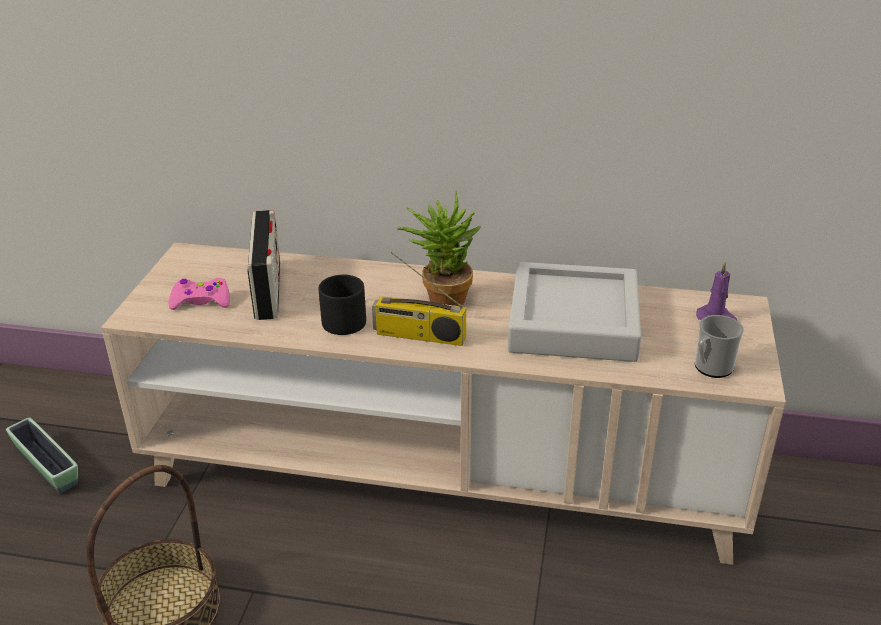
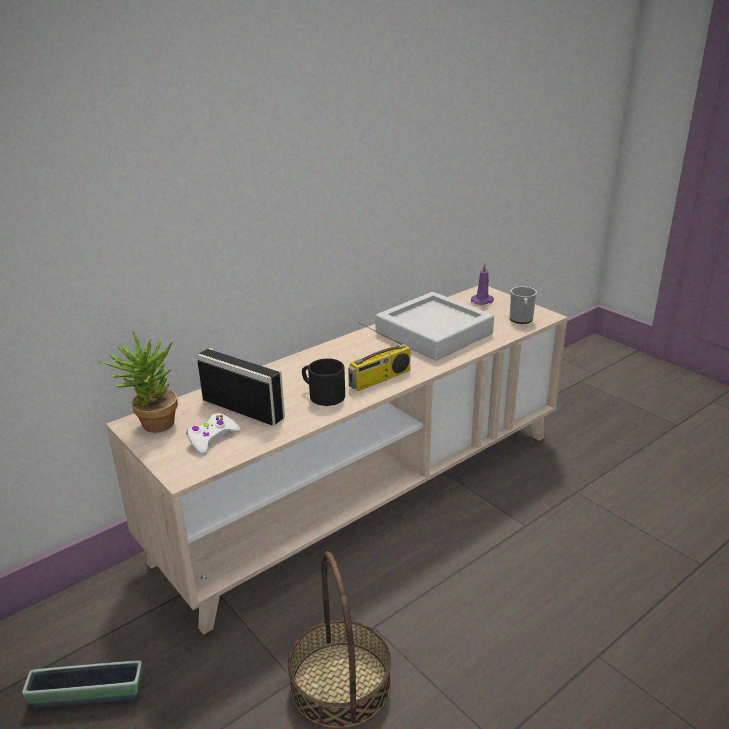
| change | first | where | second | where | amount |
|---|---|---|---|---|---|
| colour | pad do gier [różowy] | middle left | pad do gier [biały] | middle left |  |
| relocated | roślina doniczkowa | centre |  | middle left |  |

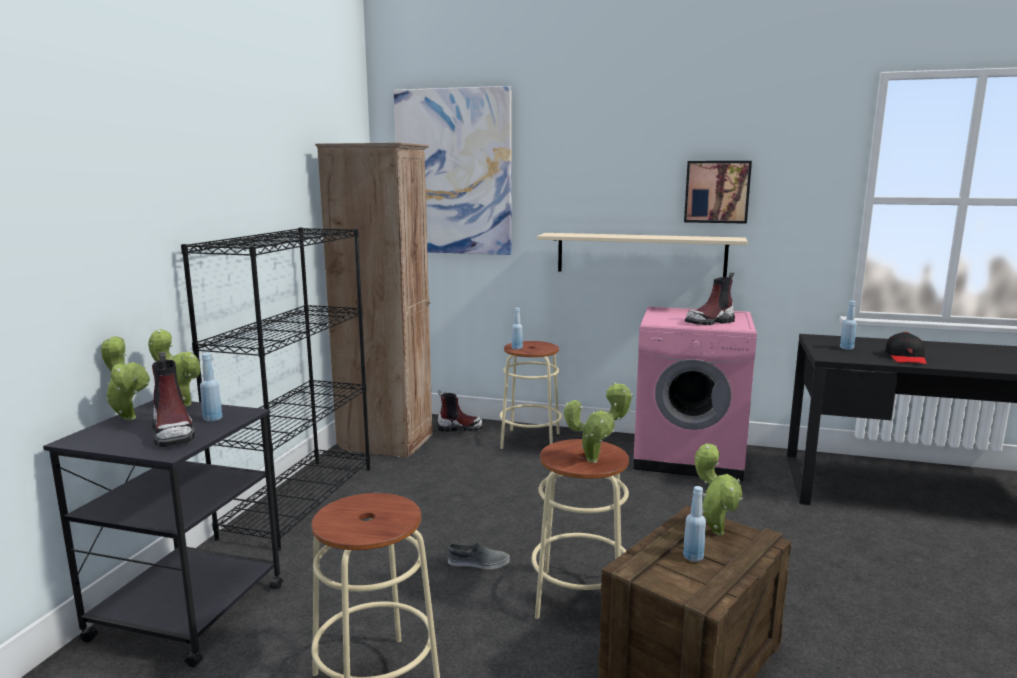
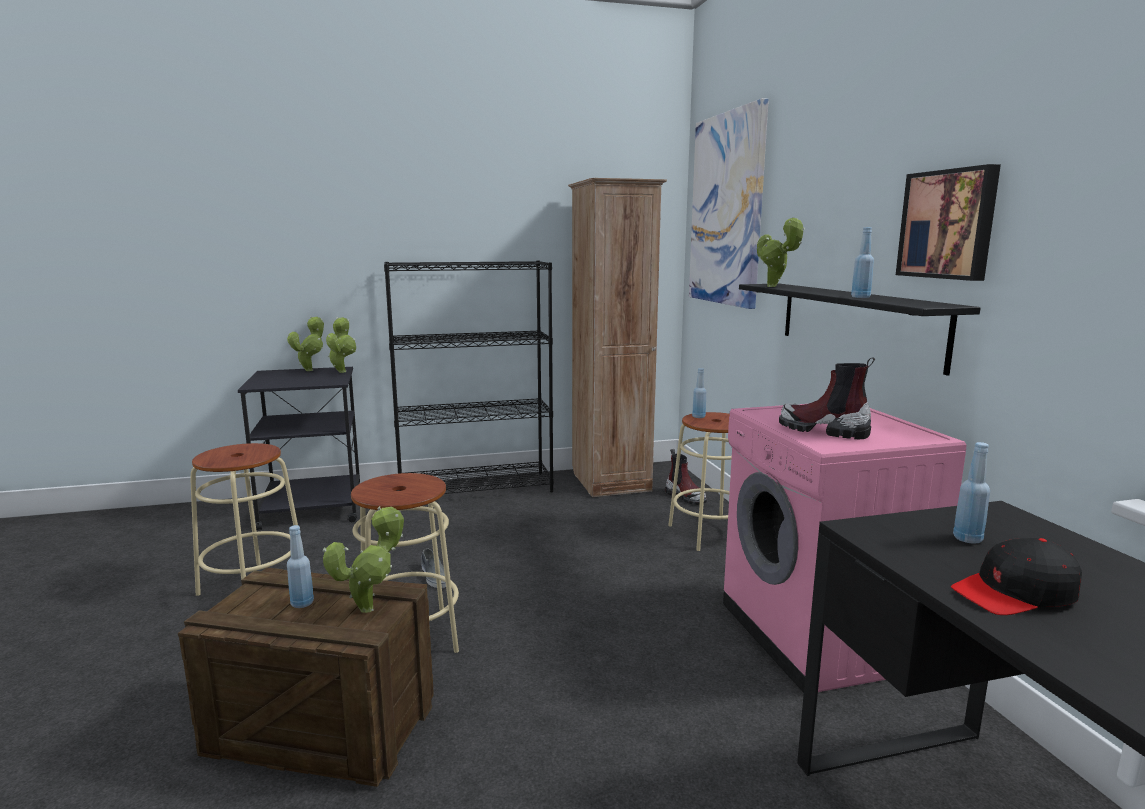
| change | first | where | second | where | amount |
|---|---|---|---|---|---|
| missing | but z cholewką (no. 1 from left) | middle left |  |  |  |
| relocated | butelka [niebieski] (no. 1 from left in the first image) | middle left | butelka [niebieski] (no. 3 from left) | top right |  |
| colour | półka [beżowy] | centre | półka [czarny] | middle right |  |
| relocated | roślina doniczkowa (no. 3 from left in the first image) | centre | roślina doniczkowa (no. 4 from left) | top right |  |

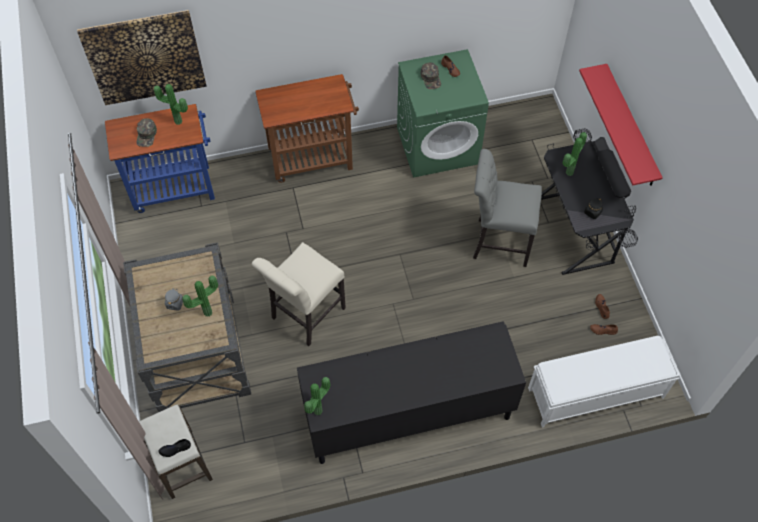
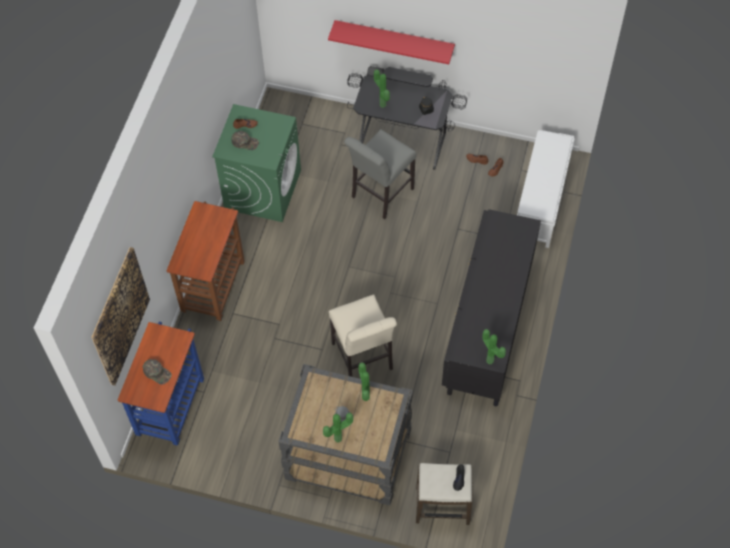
| change | first | where | second | where | amount |
|---|---|---|---|---|---|
| relocated | roślina doniczkowa (no. 1 from left) | top left |  | bottom centre |  |

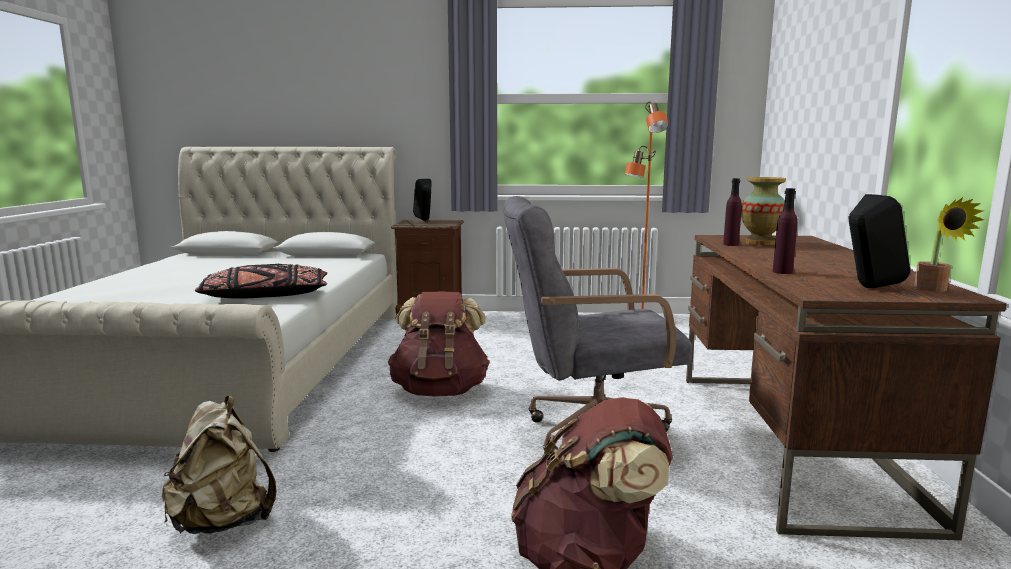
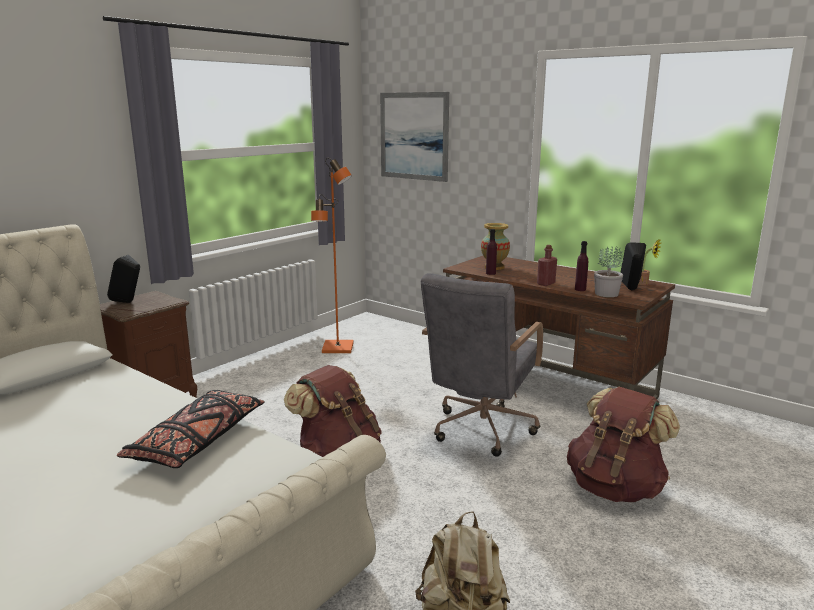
| change | first | where | second | where | amount |
|---|---|---|---|---|---|
| appeared |  |  | obraz | top centre |  |
| appeared |  |  | butelka [czerwony] | middle right |  |
| appeared |  |  | roślina doniczkowa (no. 1 from left) | middle right |  |

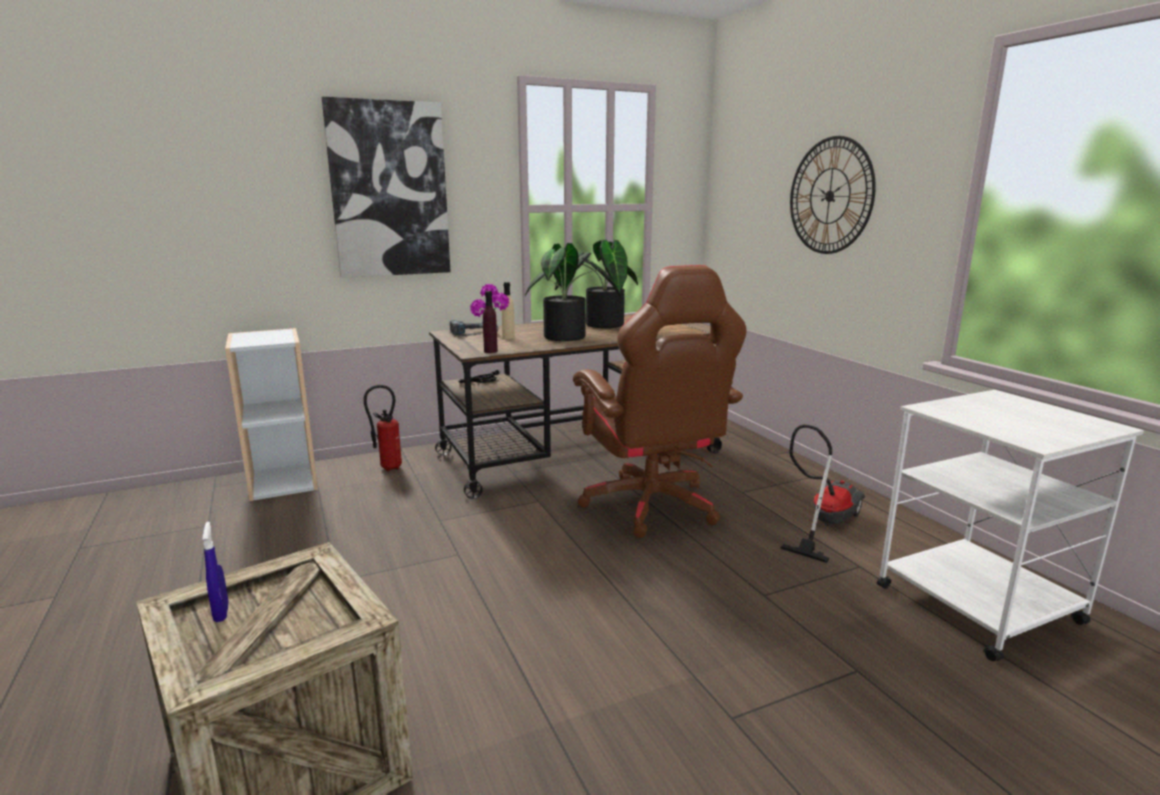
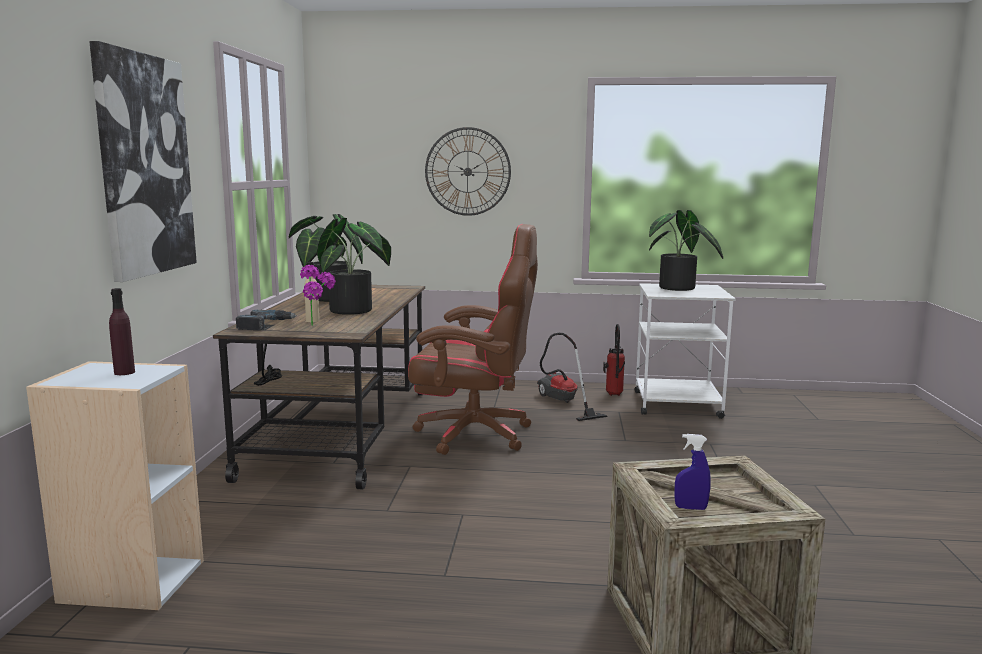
| change | first | where | second | where | amount |
|---|---|---|---|---|---|
| relocated | gaśnica | middle left |  | centre |  |
| relocated | butelka [fioletowy] | centre |  | middle left |  |
| appeared |  |  | roślina doniczkowa (no. 4 from left) | middle right |  |

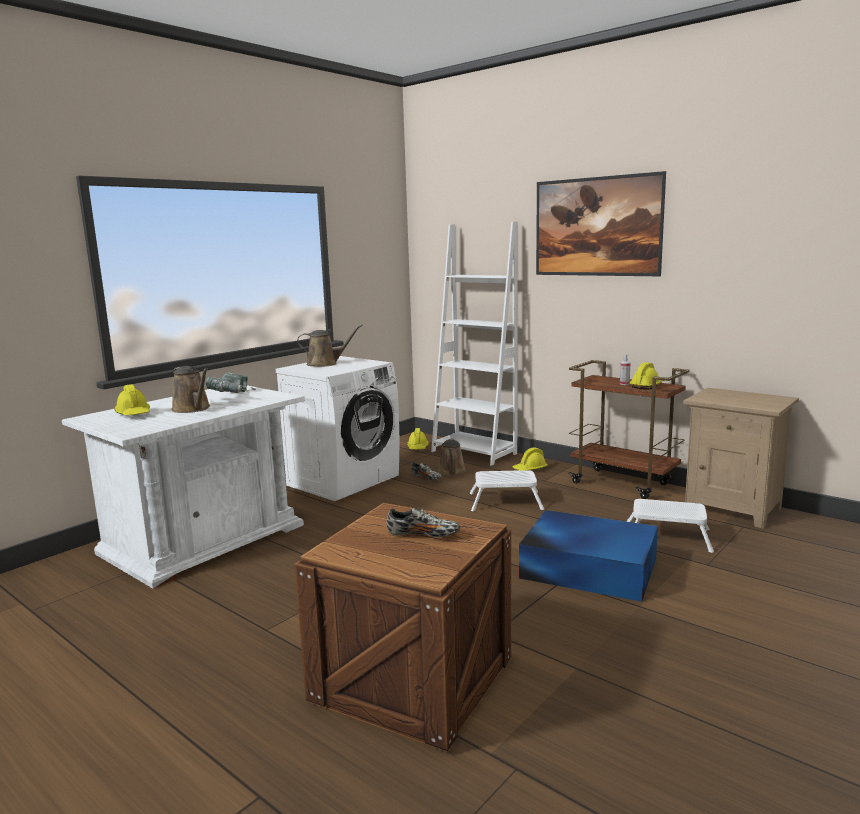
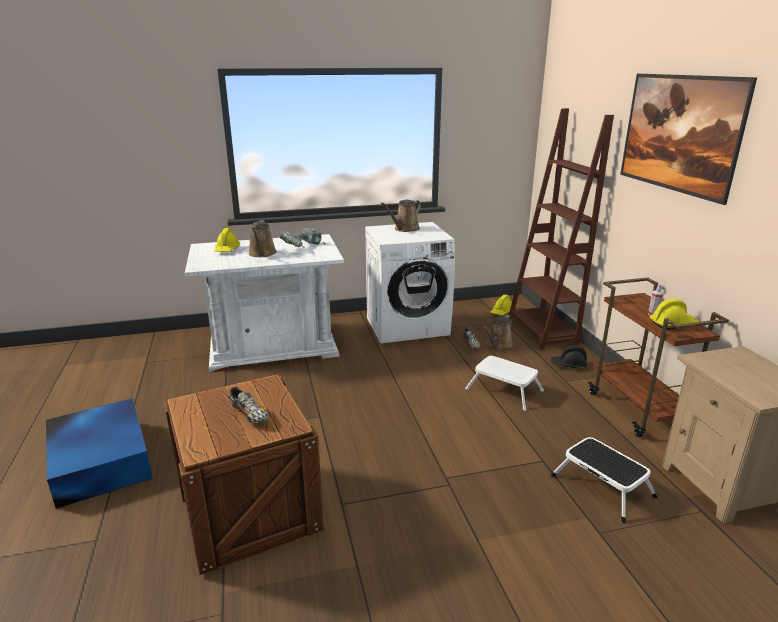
| change | first | where | second | where | amount |
|---|---|---|---|---|---|
| spun | konewka [brązowy] (no. 2 from left) | centre |  | centre | 105 degrees clockwise |
| colour | regał [biały] | centre | regał [brązowy] | middle right |  |
| colour | kask [żółty] (no. 3 from left) | centre | kask [czarny] | middle right |  |
| relocated | pojemnik do przechowywania [niebieski] | bottom right |  | bottom left |  |
| colour | drabinka [biały] (no. 2 from left) | middle right | drabinka [czarny] | bottom right |  |

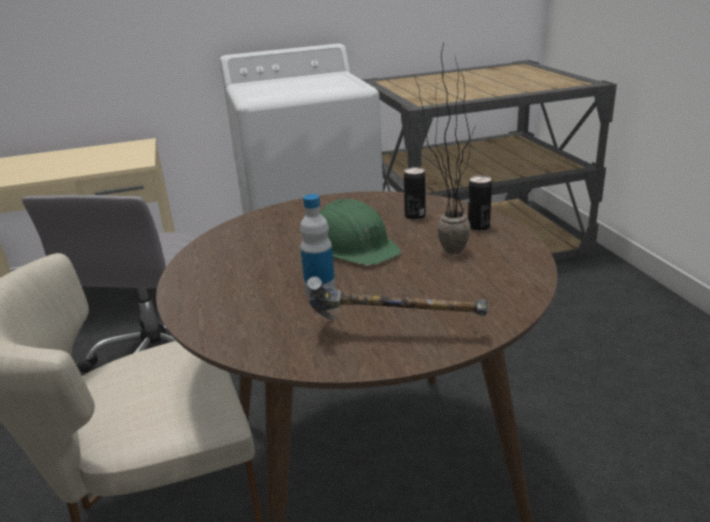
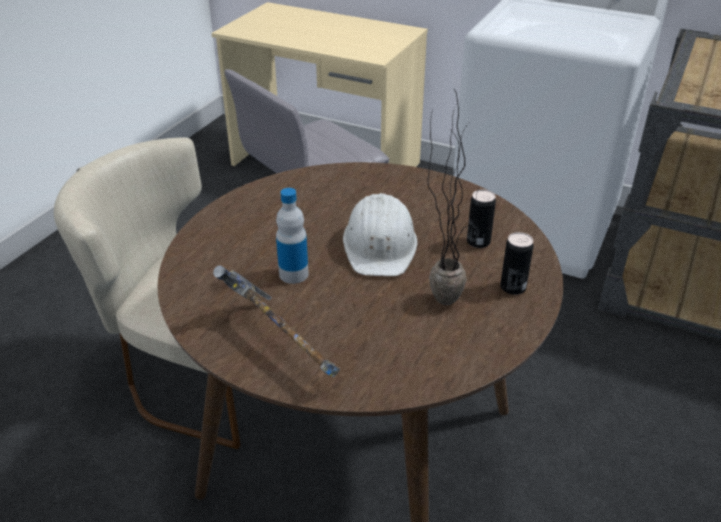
| change | first | where | second | where | amount |
|---|---|---|---|---|---|
| colour | kask [zielony] | centre | kask [biały] | centre |  |

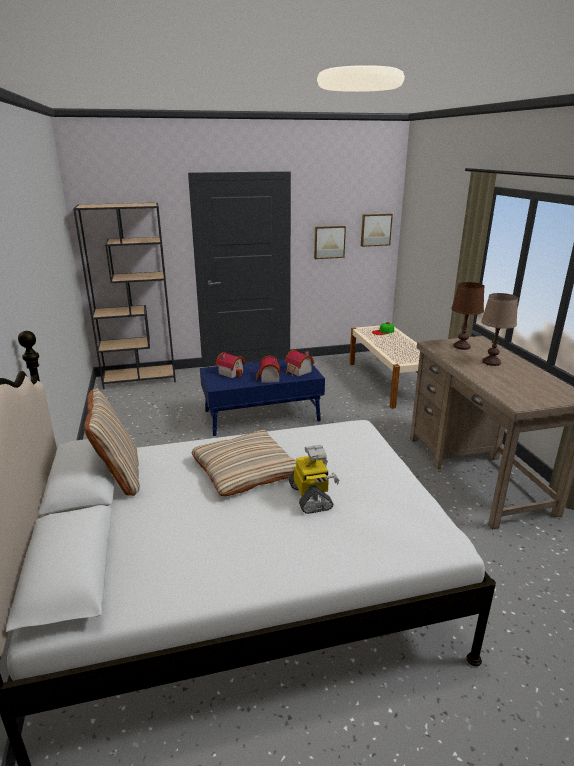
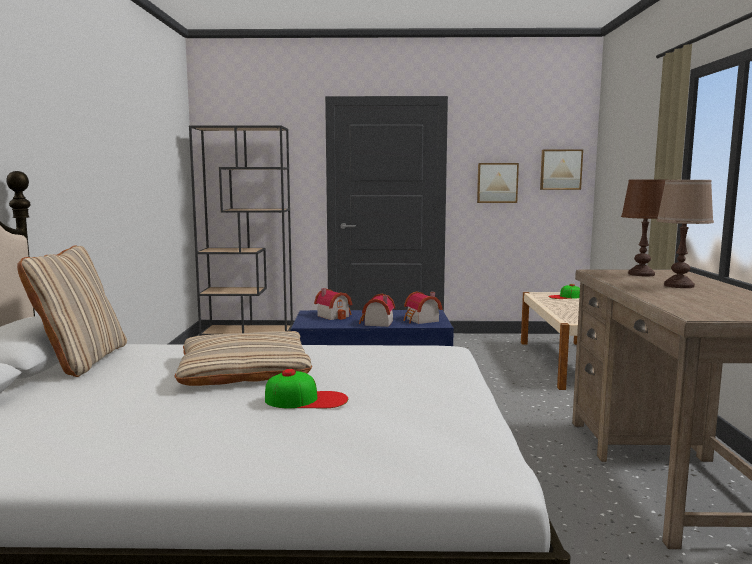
| change | first | where | second | where | amount |
|---|---|---|---|---|---|
| exchanged | robot zabawkowy | centre | czapka z daszkiem (no. 1 from left) | bottom centre |  |

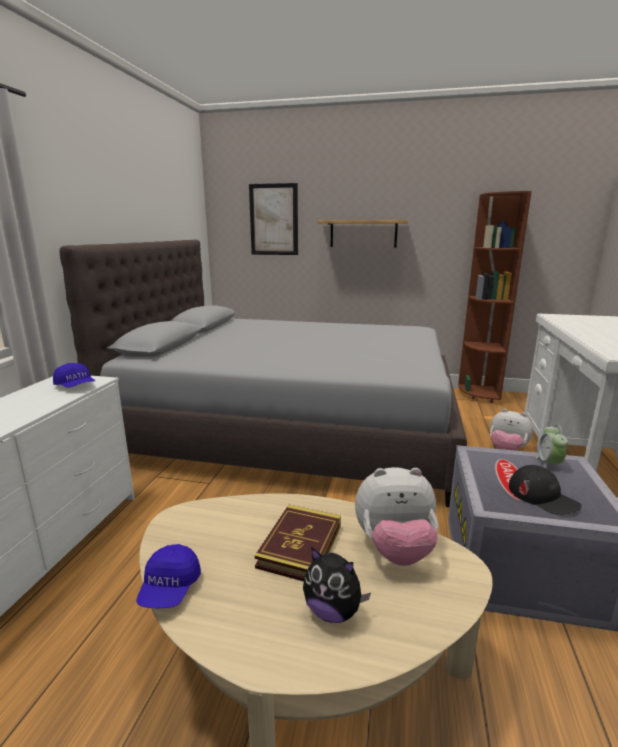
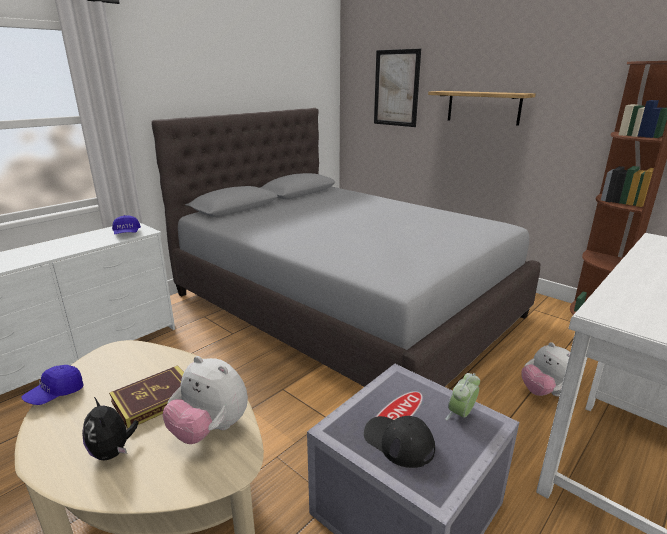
| change | first | where | second | where | amount |
|---|---|---|---|---|---|
| spun | czapka z daszkiem [czarny] | middle right |  | bottom centre | 135 degrees clockwise |

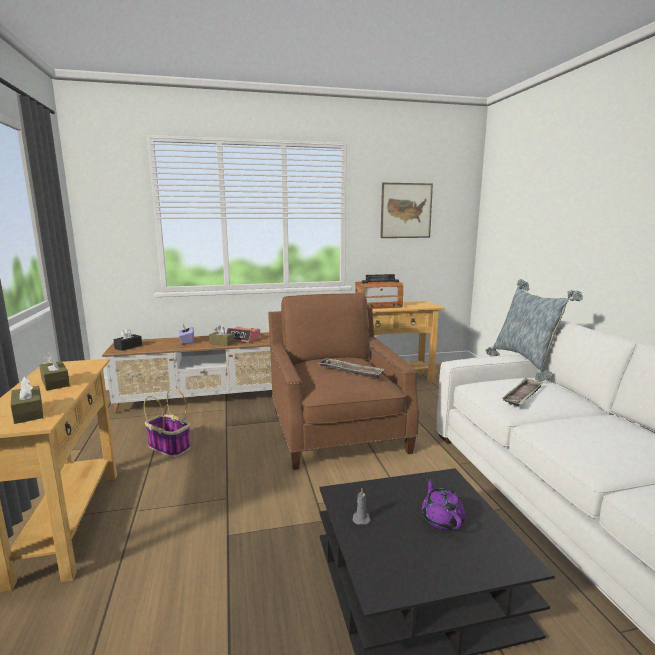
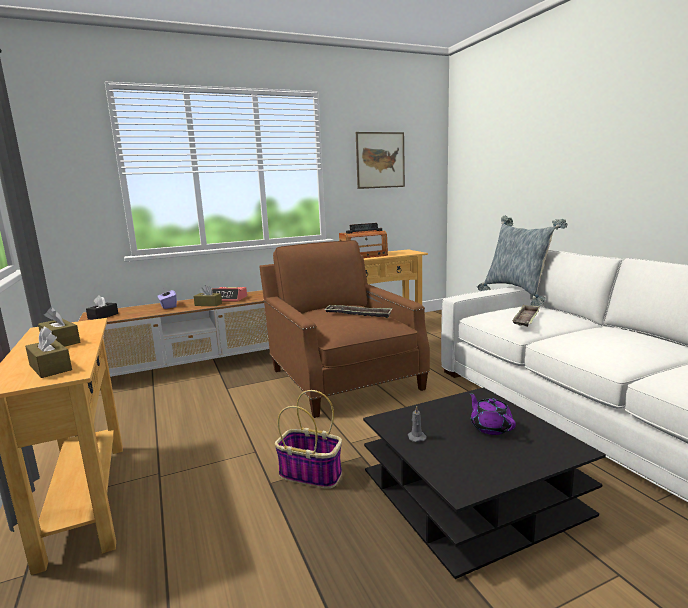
| change | first | where | second | where | amount |
|---|---|---|---|---|---|
| relocated | koszyk | middle left |  | bottom centre |  |

